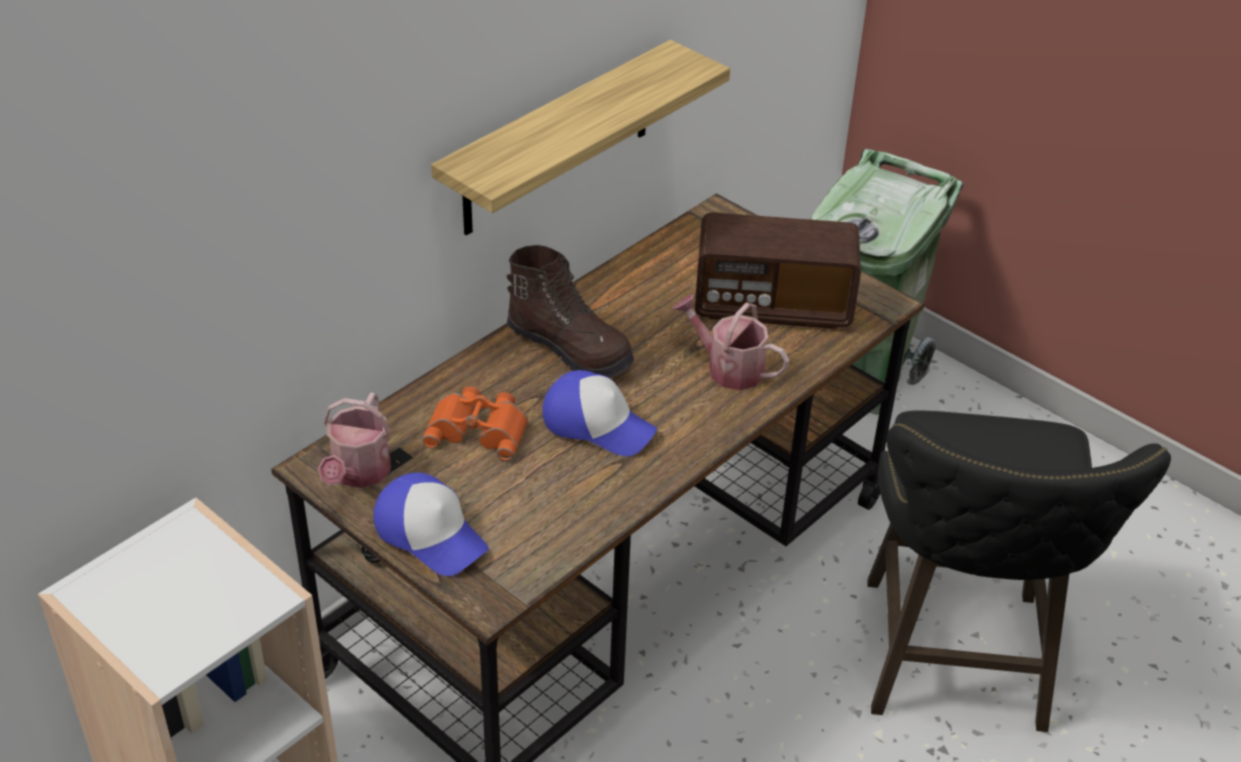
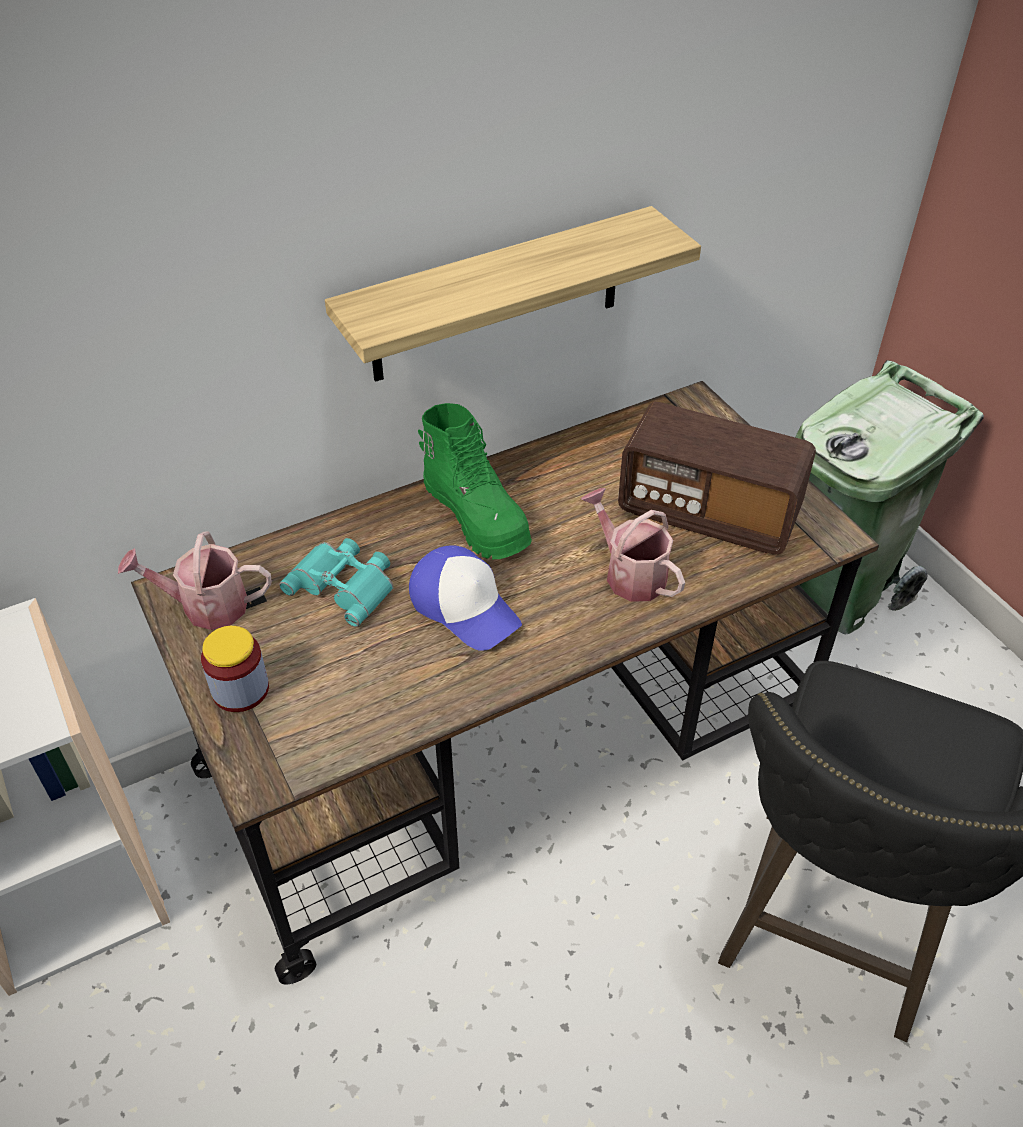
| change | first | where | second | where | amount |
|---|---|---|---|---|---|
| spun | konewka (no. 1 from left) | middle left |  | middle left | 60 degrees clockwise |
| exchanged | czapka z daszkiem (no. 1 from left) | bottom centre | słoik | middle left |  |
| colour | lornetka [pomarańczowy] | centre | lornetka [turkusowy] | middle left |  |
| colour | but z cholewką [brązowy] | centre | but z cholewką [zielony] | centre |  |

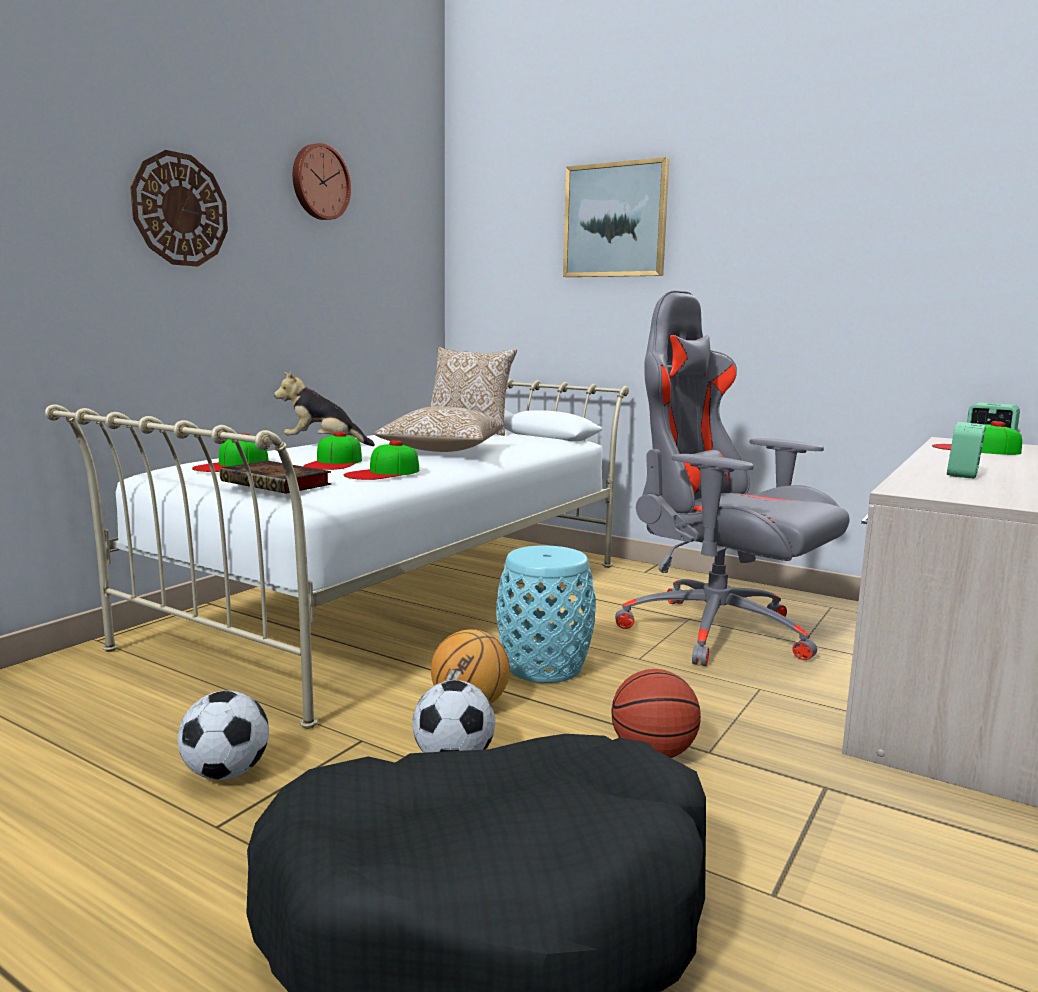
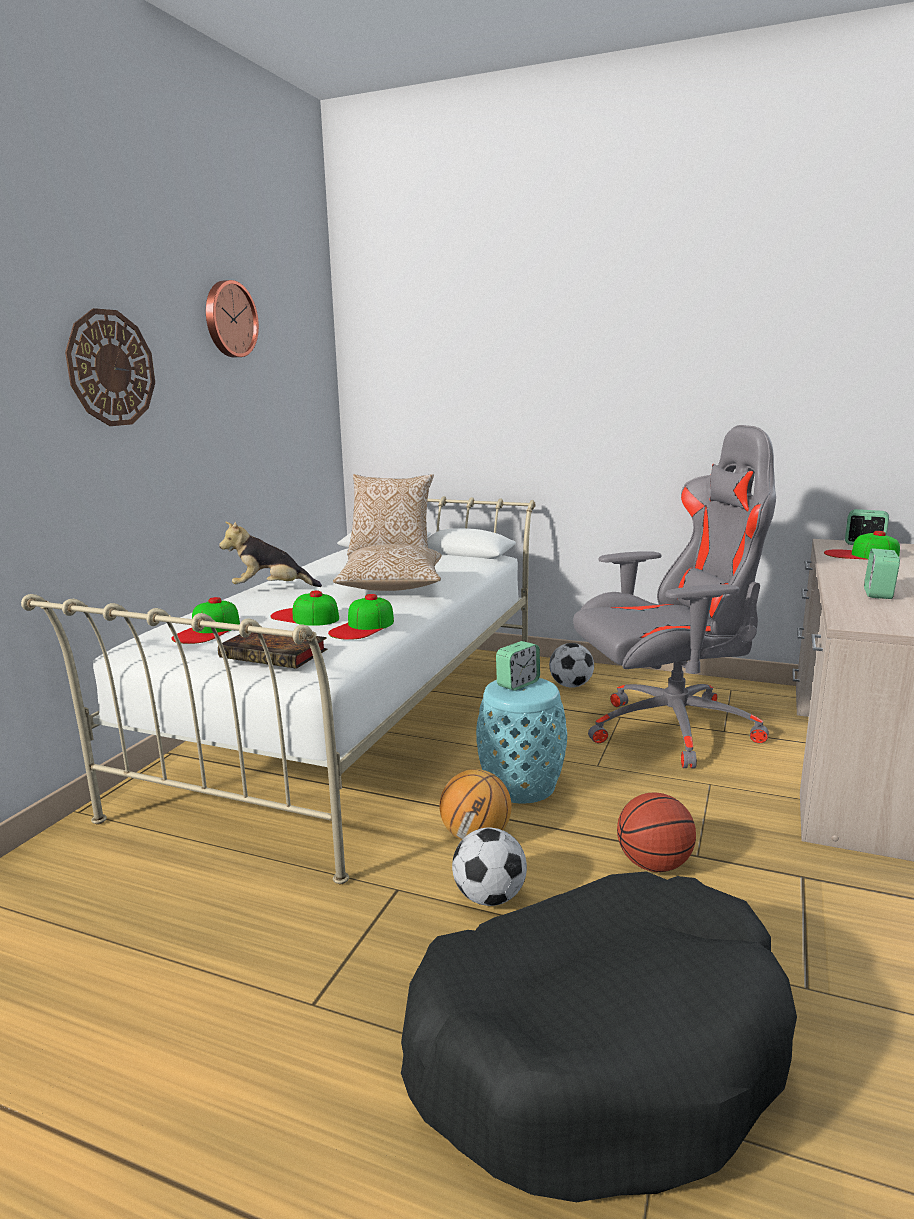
| change | first | where | second | where | amount |
|---|---|---|---|---|---|
| relocated | piłka futbolowa (no. 1 from left in the first image) | bottom left | piłka futbolowa (no. 2 from left) | centre |  |
| spun | czapka z daszkiem (no. 2 from left) | middle left |  | centre | 120 degrees clockwise |
| missing | obraz | top centre |  |  |  |
| spun | krzesło biurowe [szary] | middle right |  | middle right | 135 degrees clockwise |
| appeared |  |  | budzik (no. 1 from left) | centre |  |

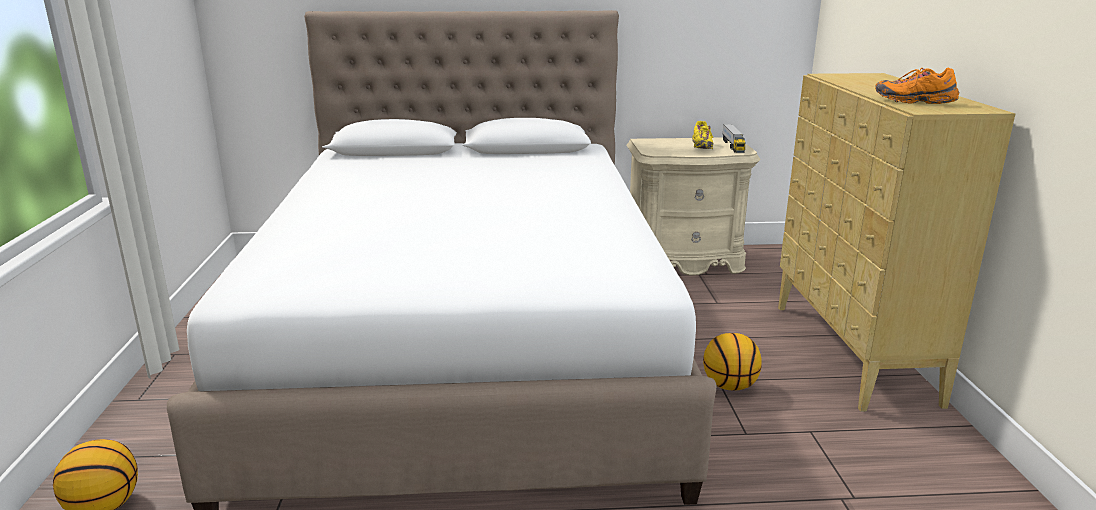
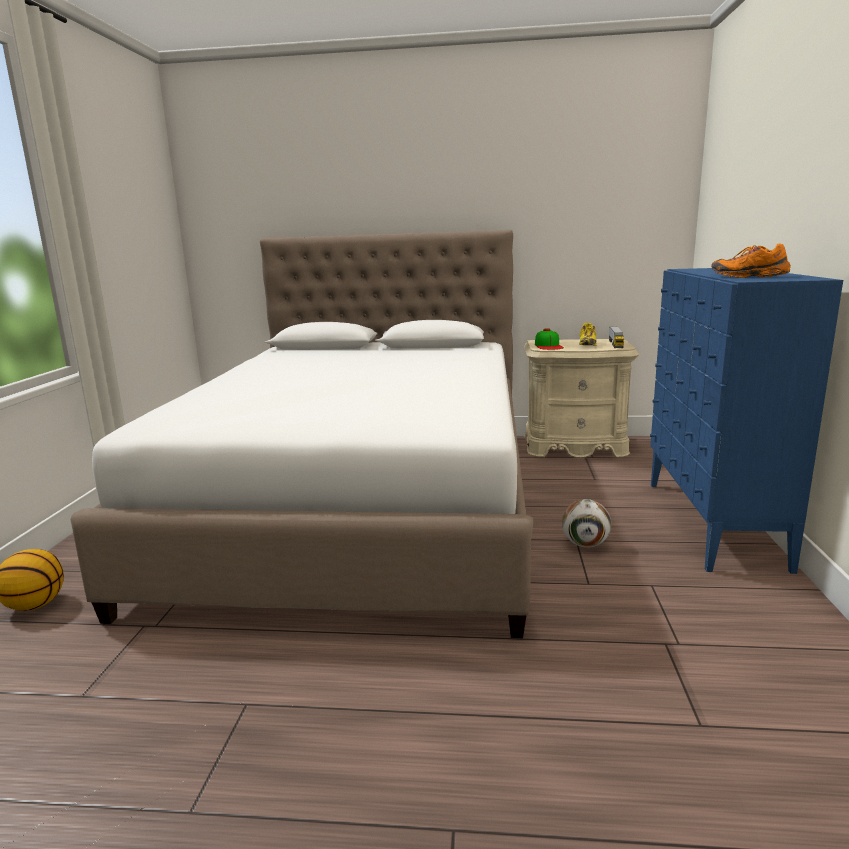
| change | first | where | second | where | amount |
|---|---|---|---|---|---|
| exchanged | piłka do koszykówki (no. 2 from left) | bottom right | piłka futbolowa | middle right |  |
| colour | komoda [beżowy] | middle right | komoda [niebieski] | middle right |  |
| appeared |  |  | czapka z daszkiem | centre |  |

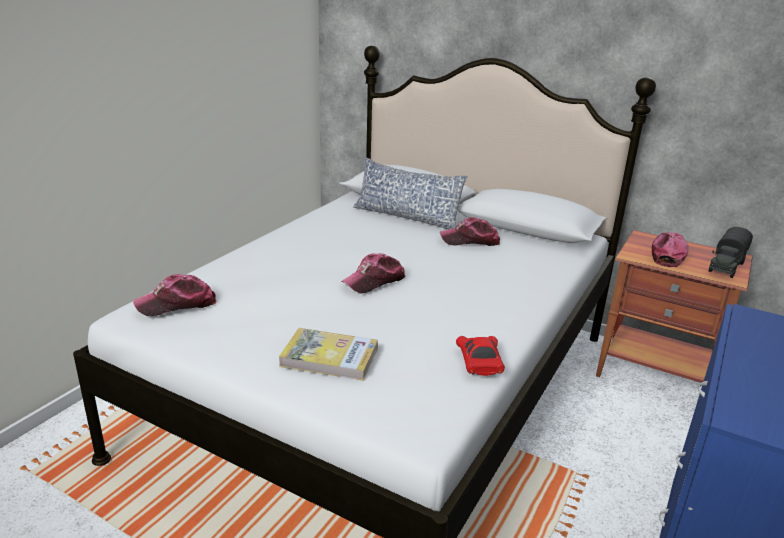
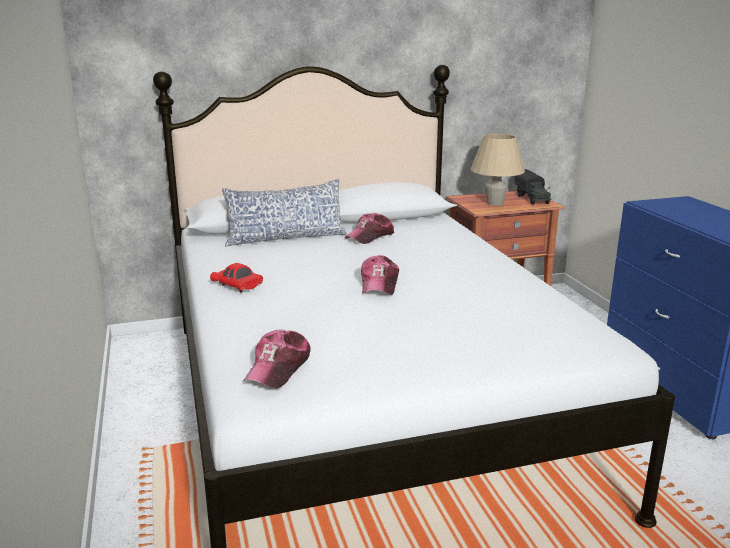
| change | first | where | second | where | amount |
|---|---|---|---|---|---|
| missing | książka | centre |  |  |  |
| relocated | samochodzik [czerwony] | centre |  | middle left |  |
| exchanged | czapka z daszkiem (no. 4 from left) | middle right | lampa stołowa [beżowy] | top right |  |

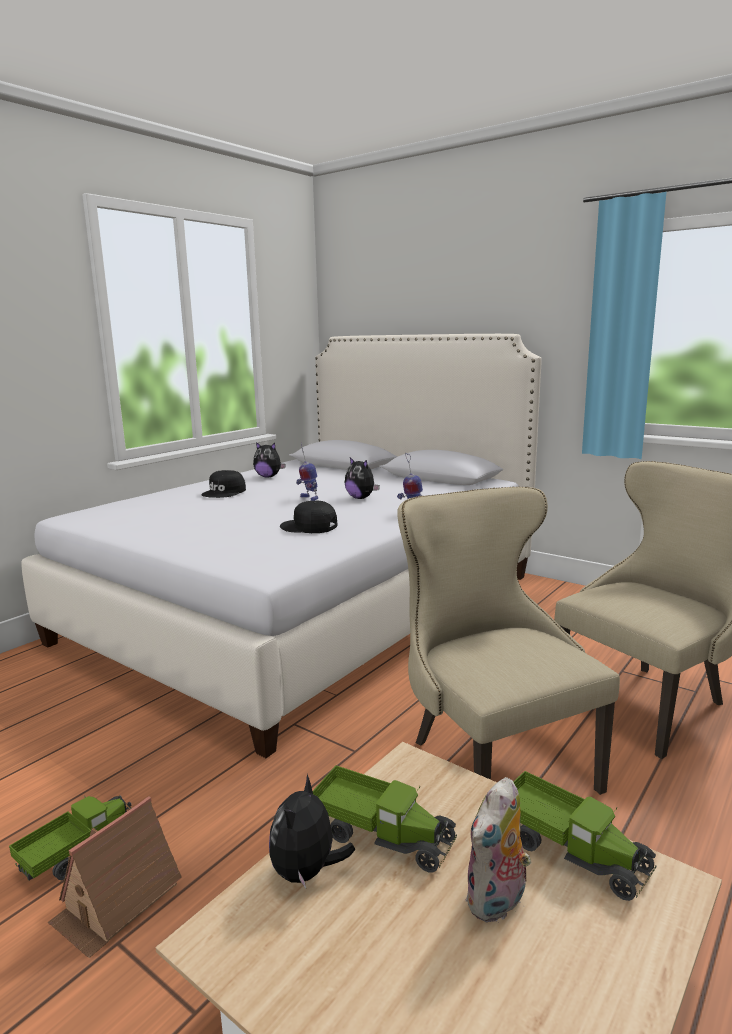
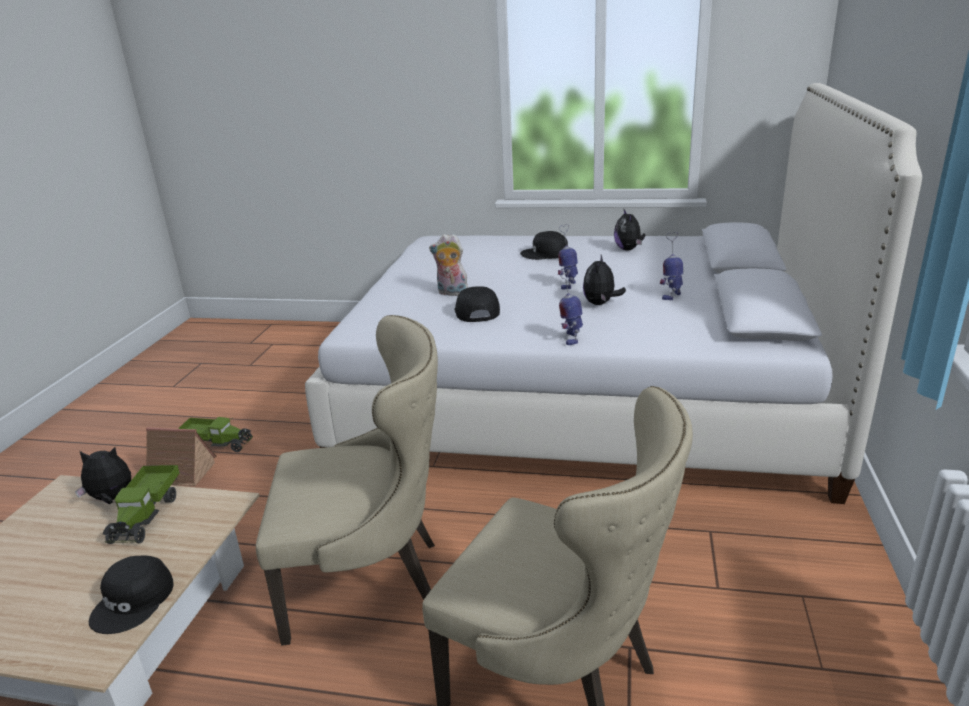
| change | first | where | second | where | amount |
|---|---|---|---|---|---|
| spun | krzesło [beżowy] (no. 1 from left) | middle right |  | bottom centre | 45 degrees clockwise |
| relocated | pluszak (no. 4 from left in the first image) | bottom right | pluszak (no. 2 from left) | centre |  |
| exchanged | ciężarówka zabawkowa (no. 3 from left) | bottom right | czapka z daszkiem [czarny] (no. 1 from left) | bottom left |  |
| appeared |  |  | robot zabawkowy (no. 3 from left) | middle right |  |

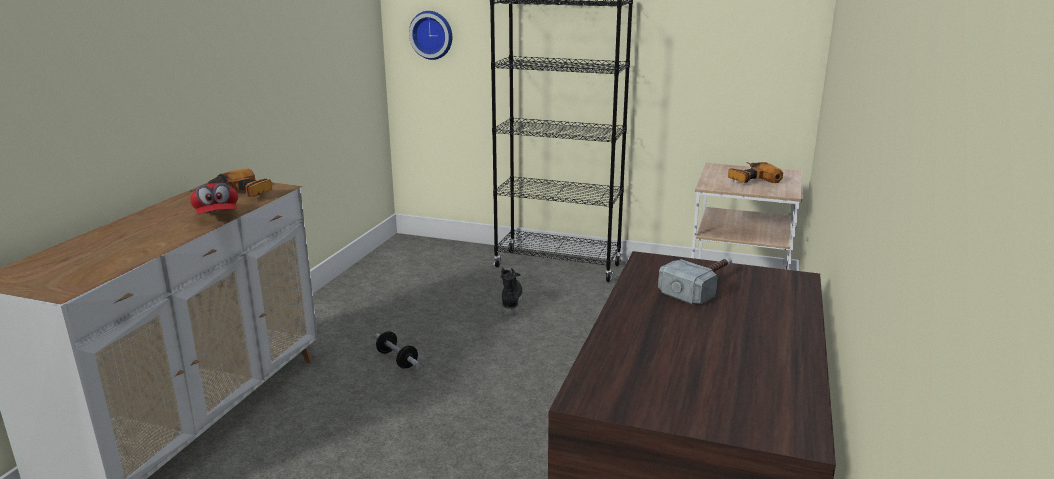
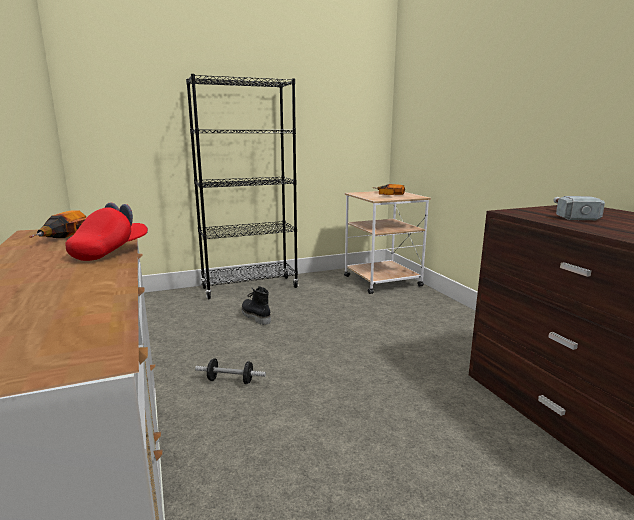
| change | first | where | second | where | amount |
|---|---|---|---|---|---|
| spun | czapka z daszkiem [czerwony] | middle left |  | middle left | 90 degrees counterclockwise |
| missing | zegar ścienny | top centre |  |  |  |

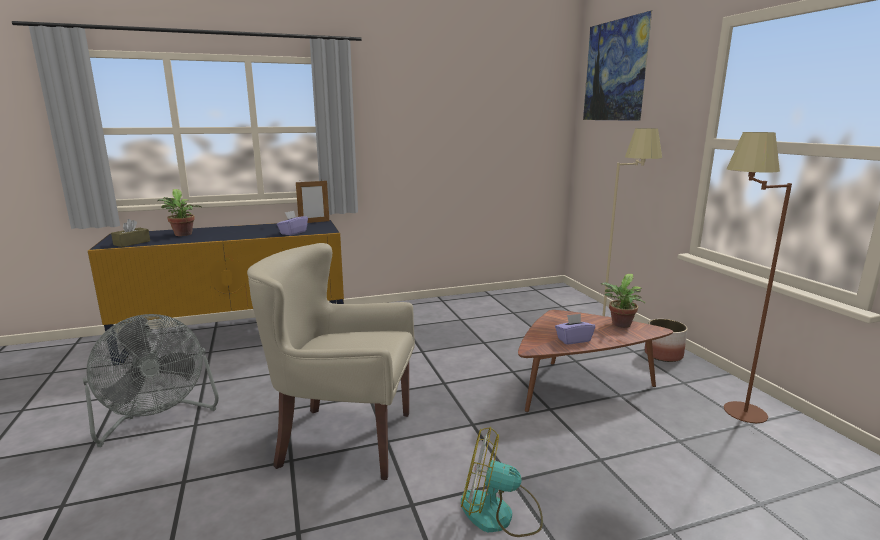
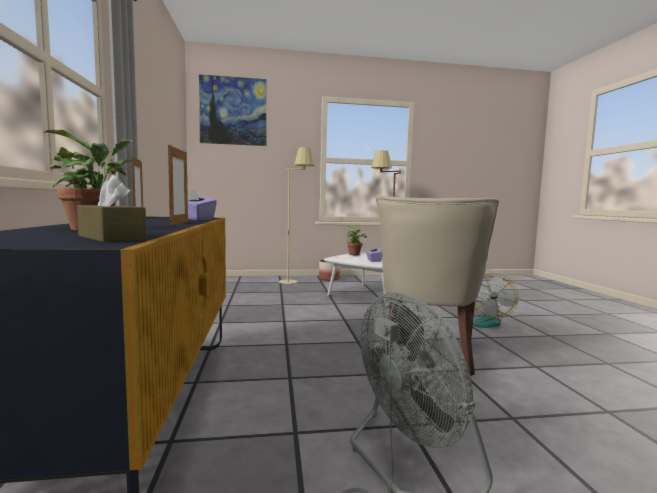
| change | first | where | second | where | amount |
|---|---|---|---|---|---|
| colour | ława [brązowy] | bottom right | ława [biały] | centre |  |
| appeared |  |  | ramka na zdjęcie (no. 2 from left) | middle left |  |

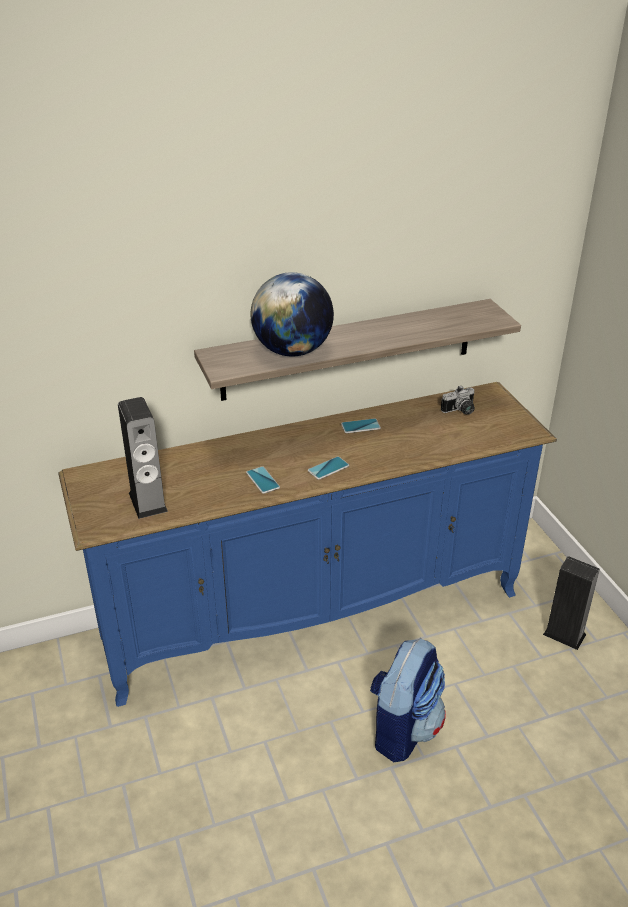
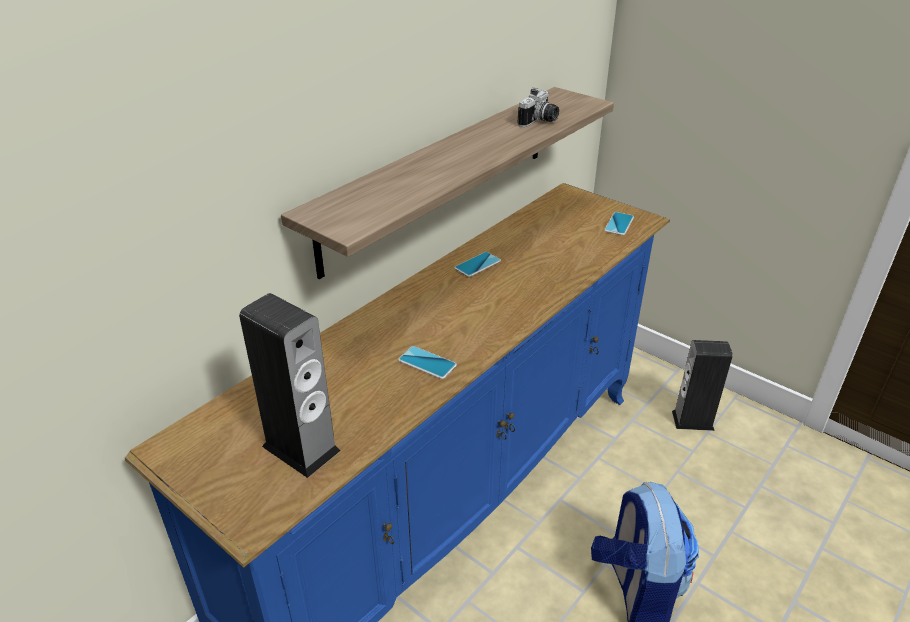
| change | first | where | second | where | amount |
|---|---|---|---|---|---|
| missing | globus | centre |  |  |  |
| relocated | telefon (no. 2 from left in the first image) | centre | telefon (no. 3 from left) | middle right |  |
| relocated | aparat fotograficzny | middle right |  | top centre |  |

